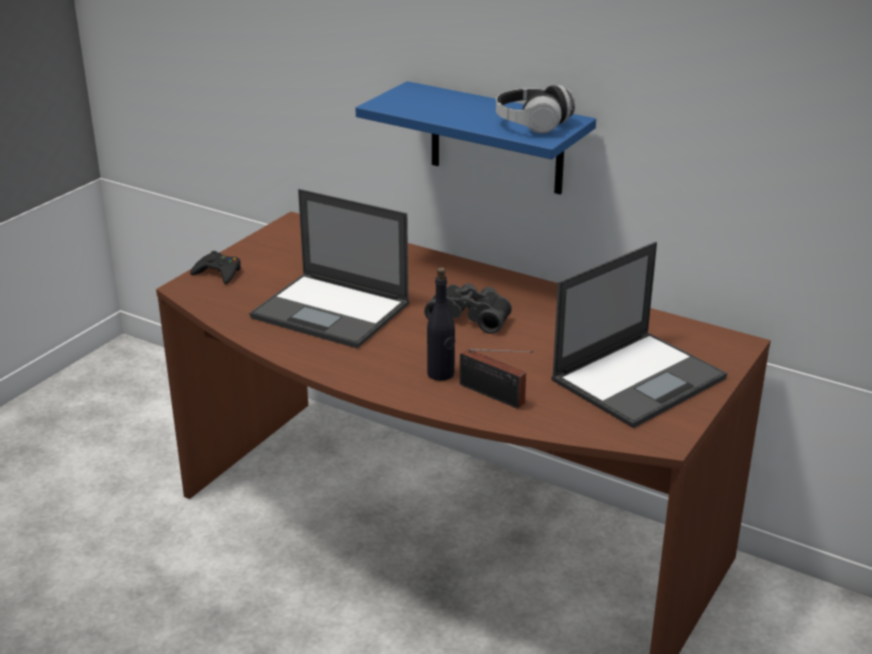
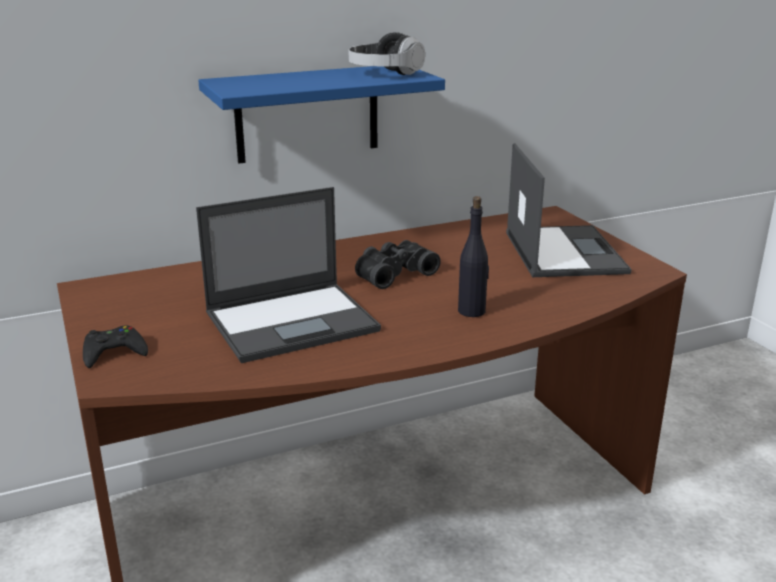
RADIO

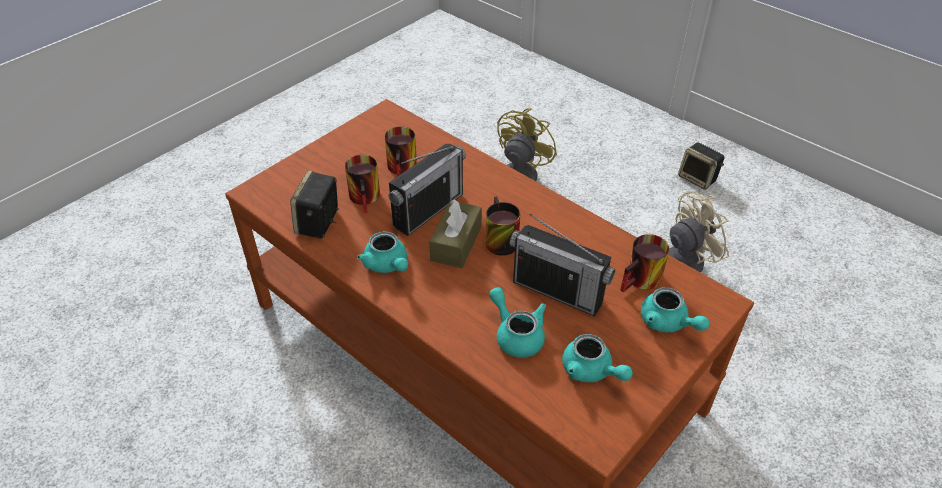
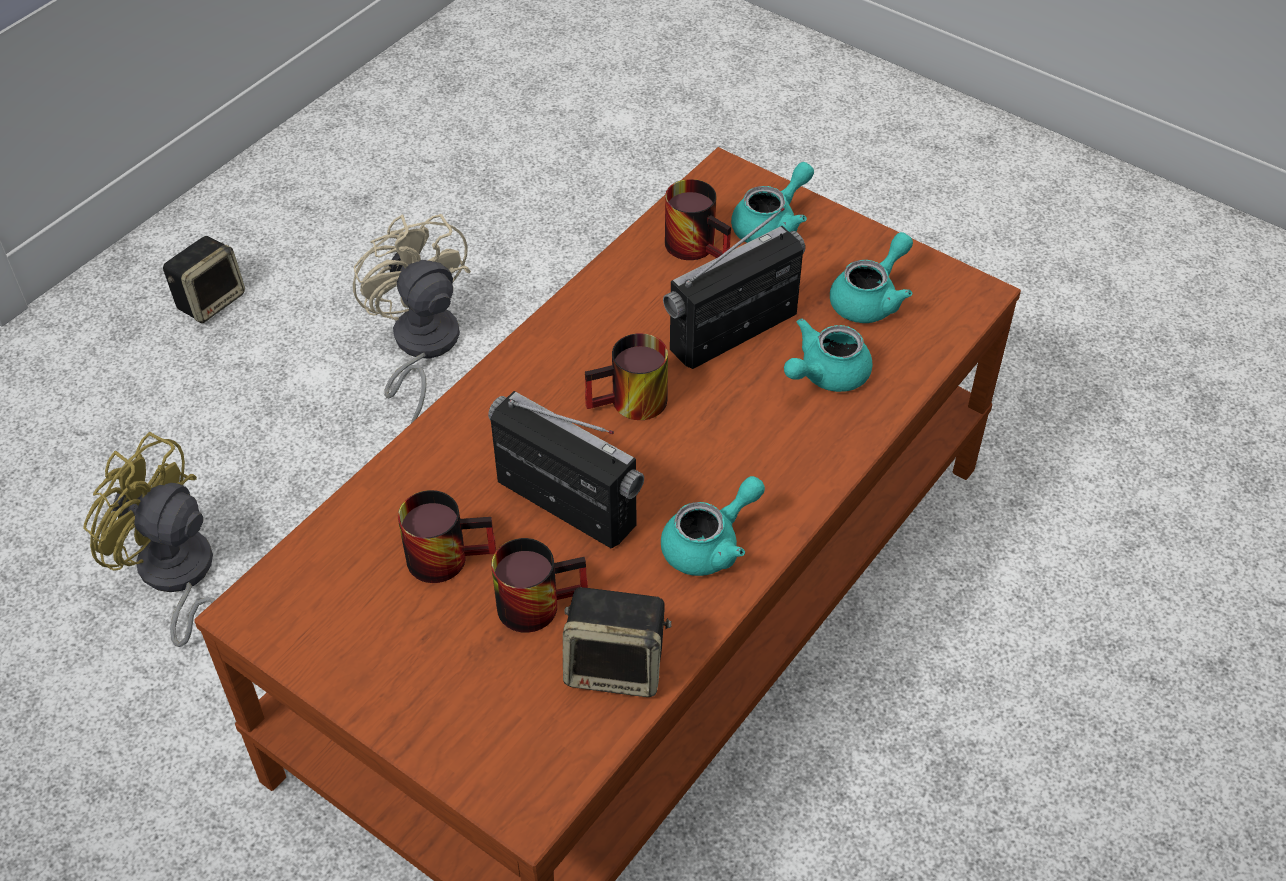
RADIO (no. 2 from left)
BROWNISH TISSUE BOX

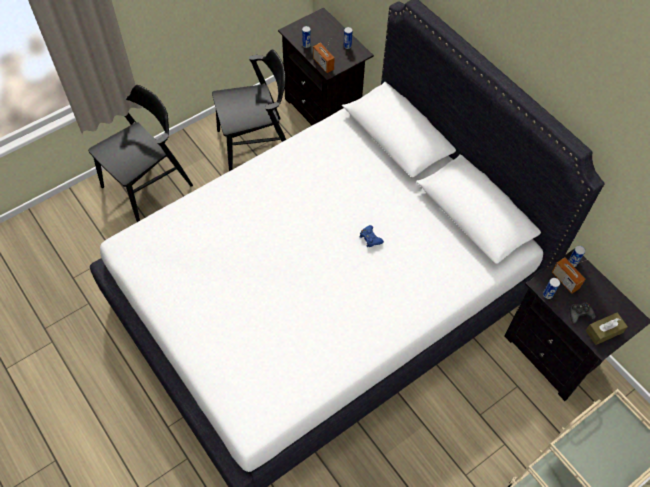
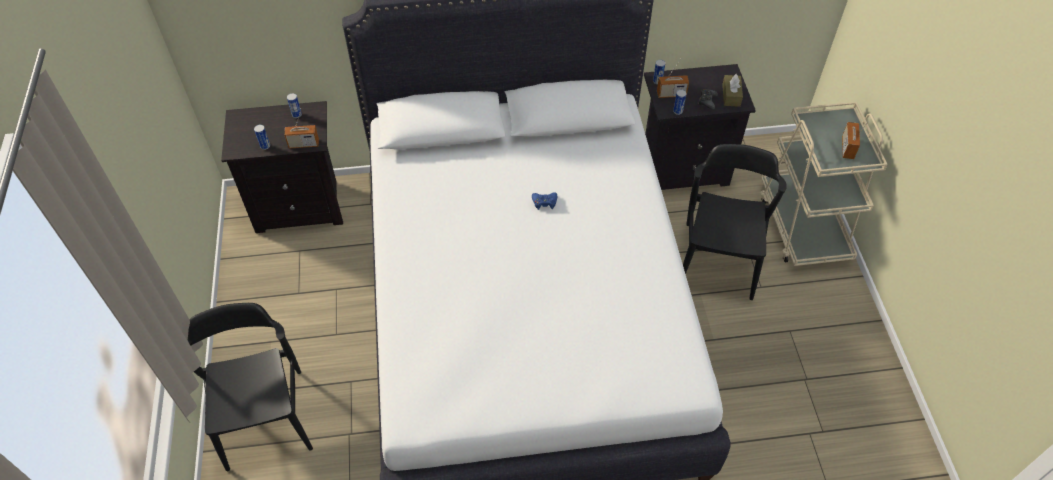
BLACKISH CHAIR (no. 2 from left)
RADIO (no. 3 from left)

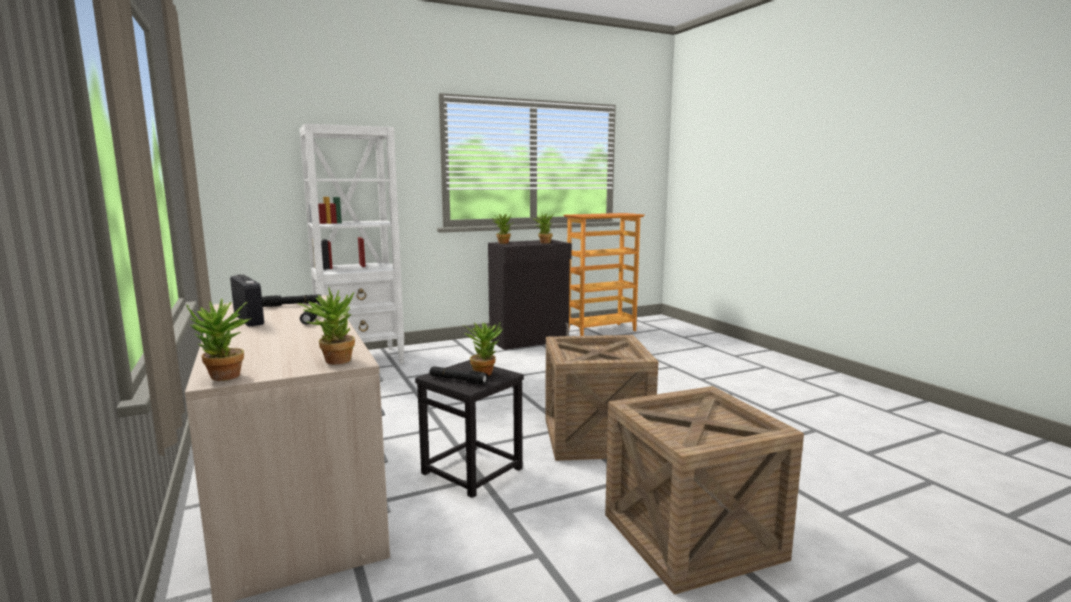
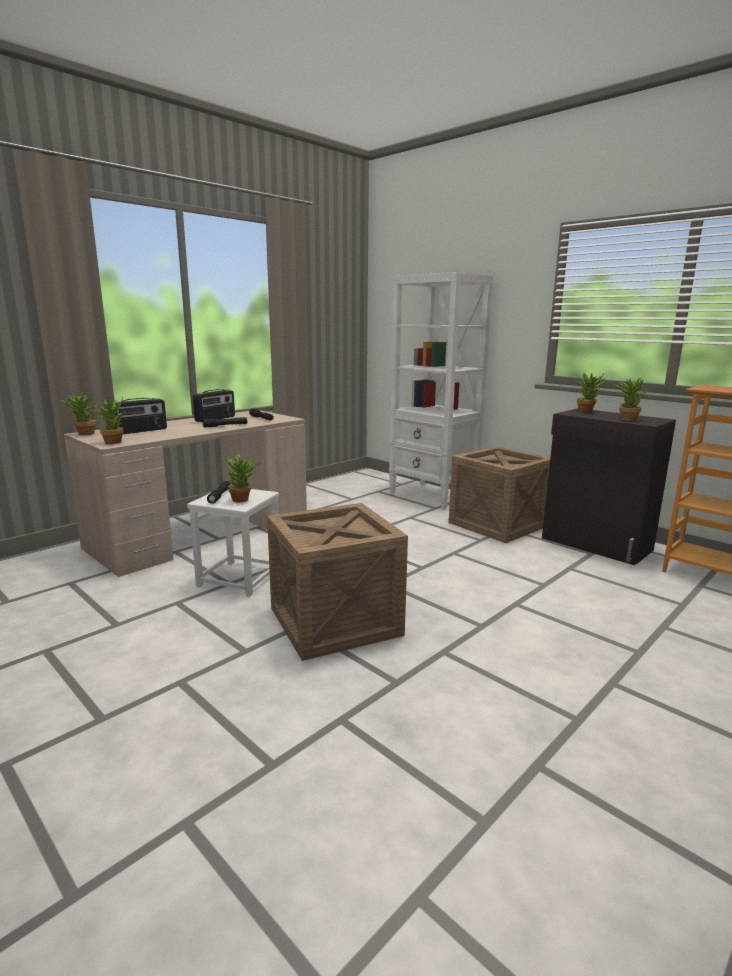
RADIO (no. 1 from left)
WHITE-COLOURED STOOL SEAT
PACKING CRATE (no. 2 from left)

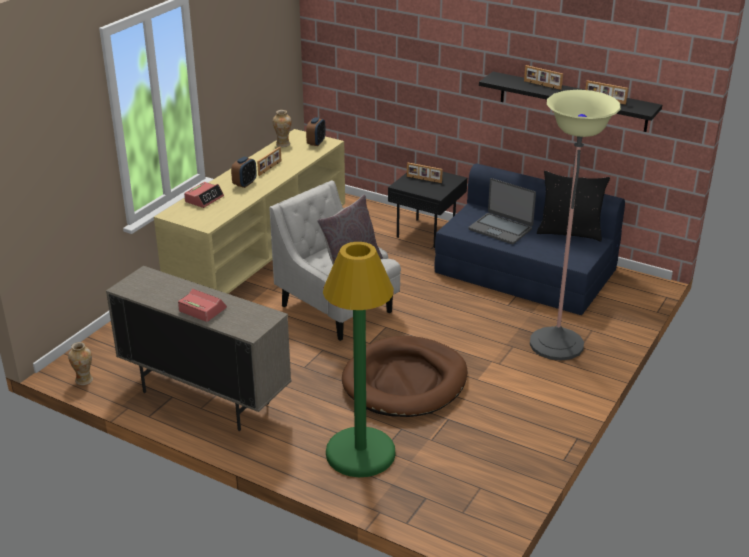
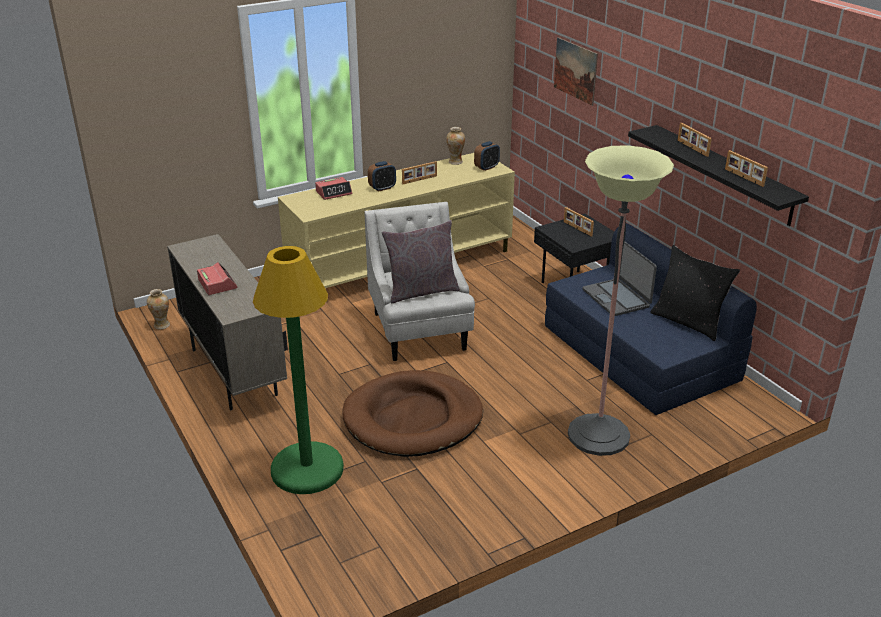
WALL ART

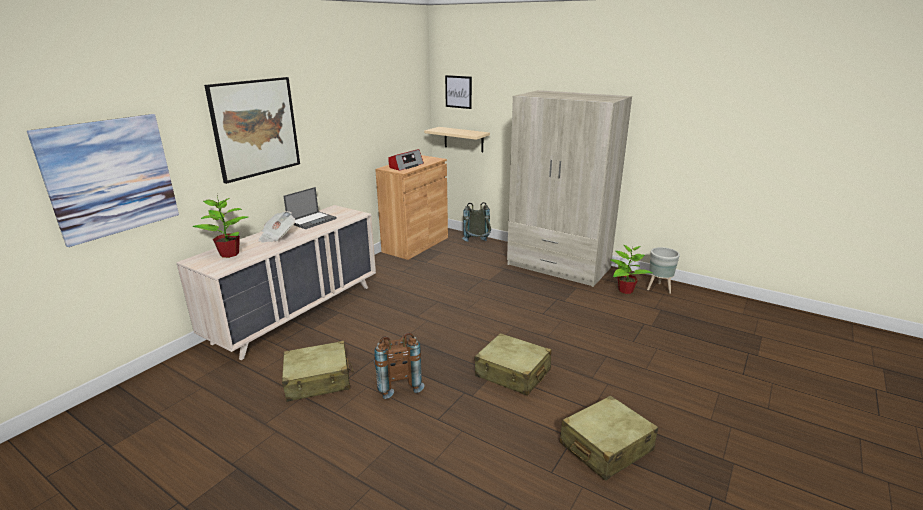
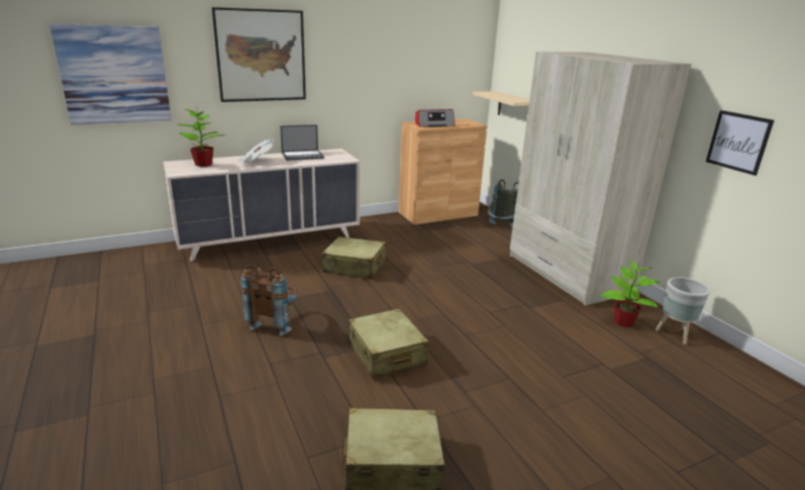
SAND-COLOURED SUITCASE (no. 1 from left)
WALL ART (no. 3 from left)

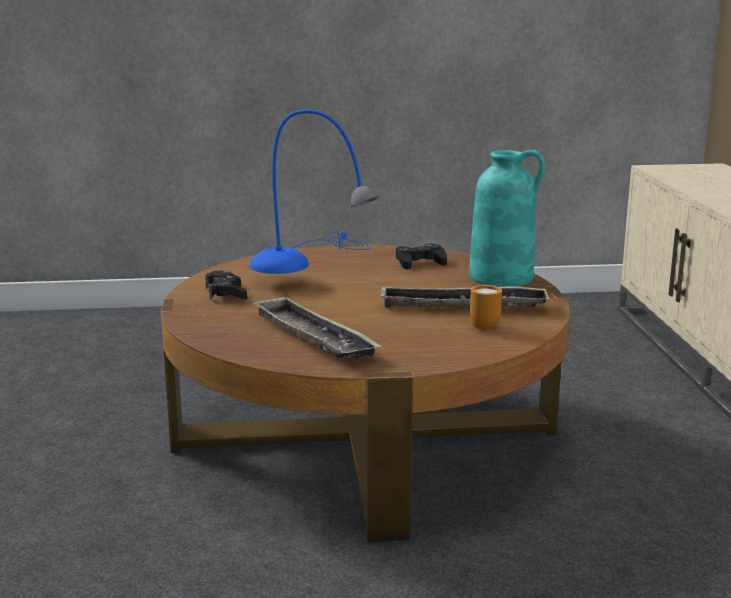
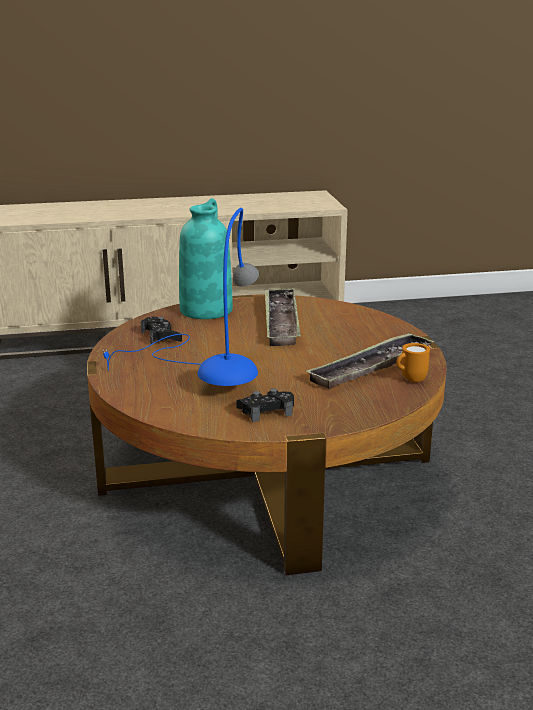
ORANGE TEA MUG

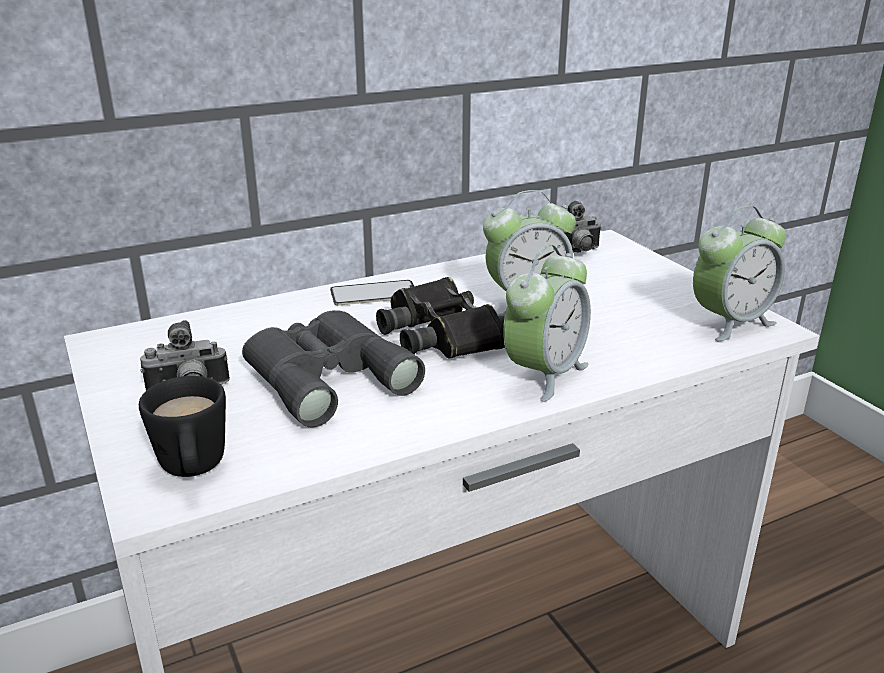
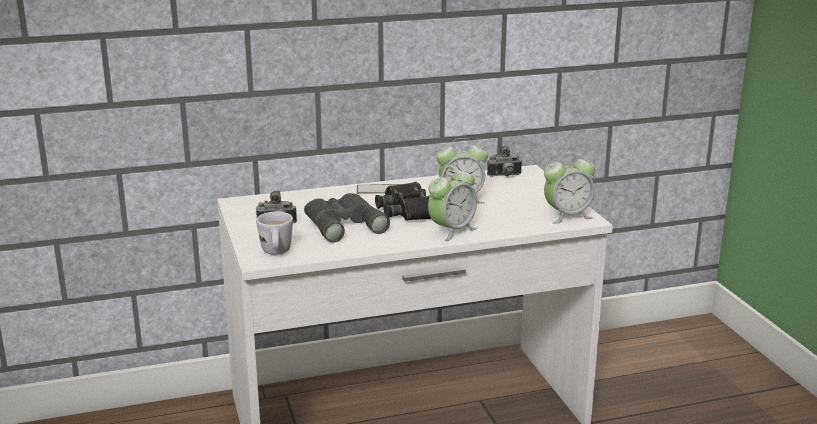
WHITE-COLOURED TEA MUG

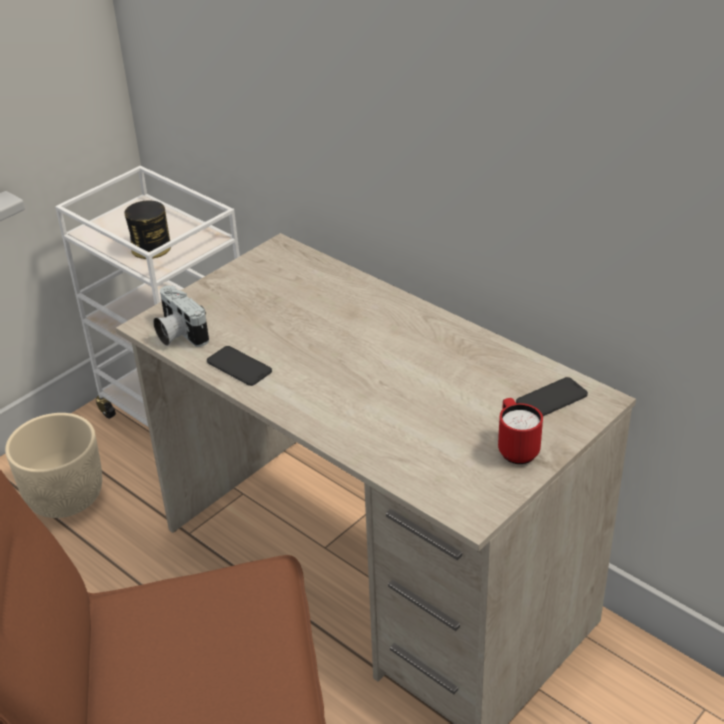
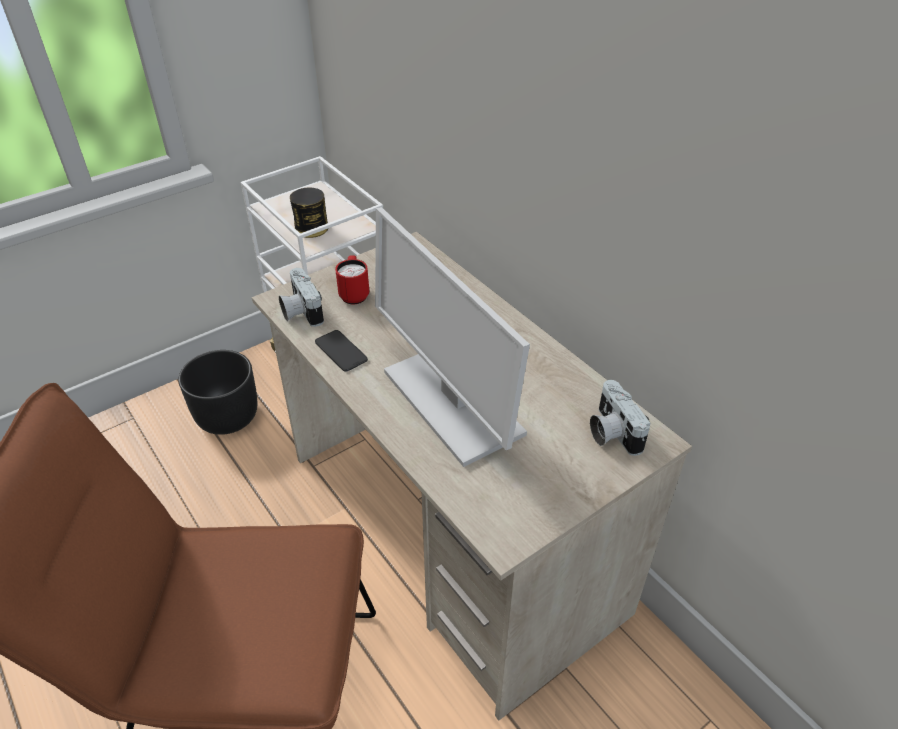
BLACKISH PLANT POT
RED-COLOURED TEA MUG
COMPUTER DISPLAY
PHOTO CAMERA (no. 2 from left)

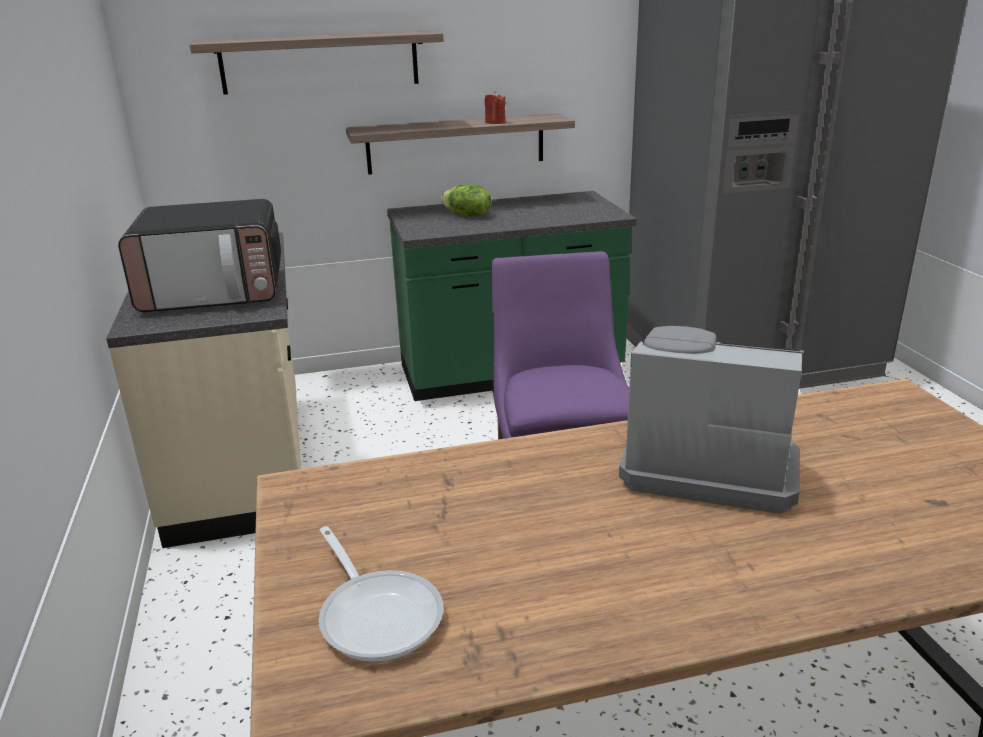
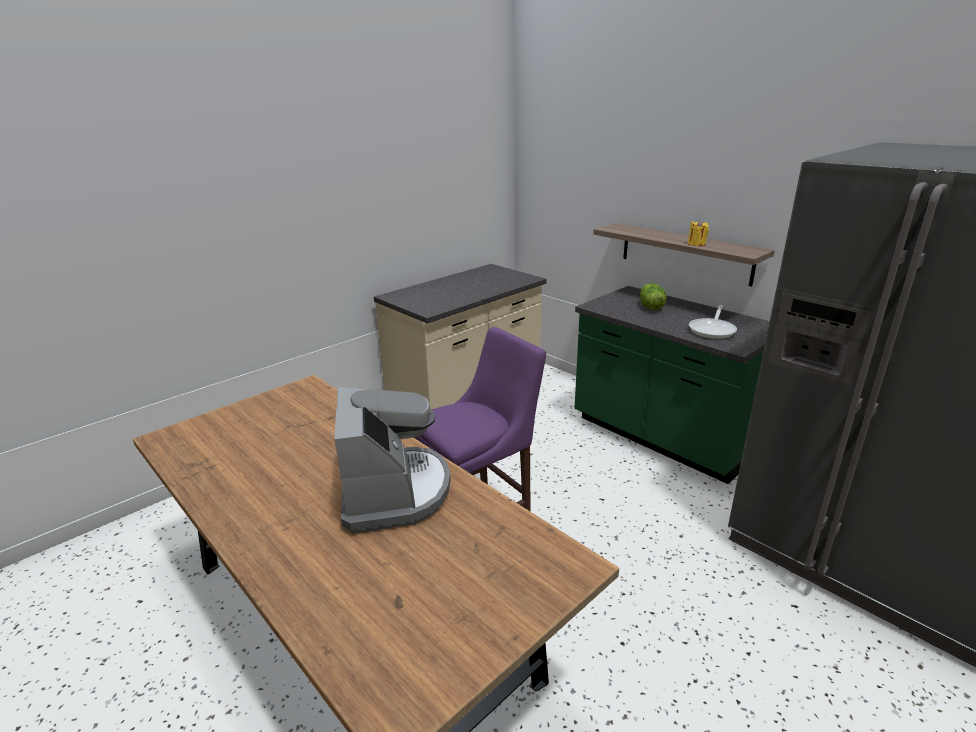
YELLOW-COLOURED WAX LIGHT
FRYING PAN
MICROWAVE OVEN
BRACKET SHELF (no. 1 from left in the first image)

